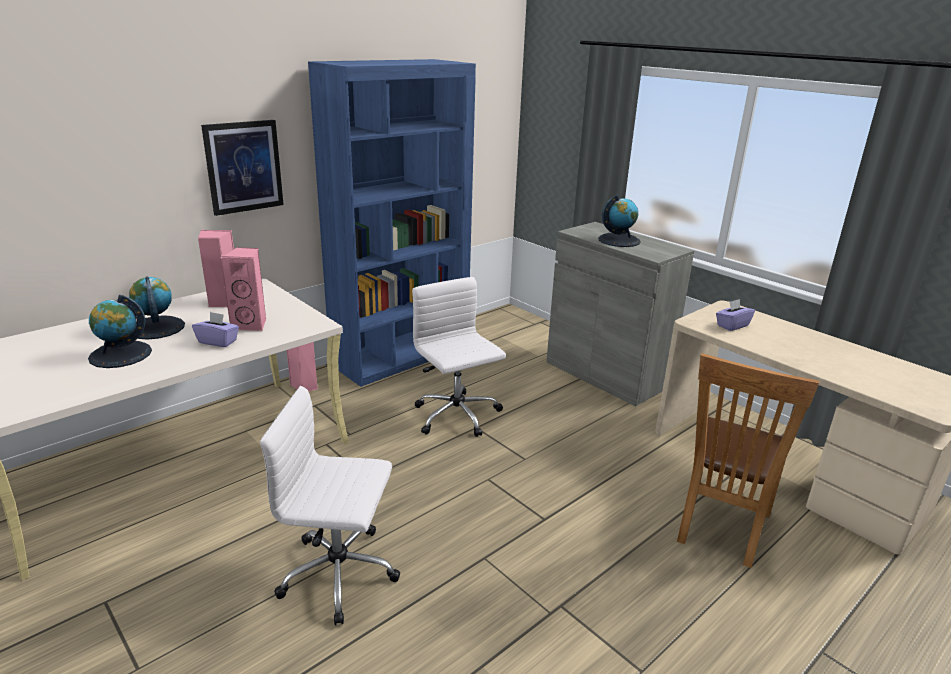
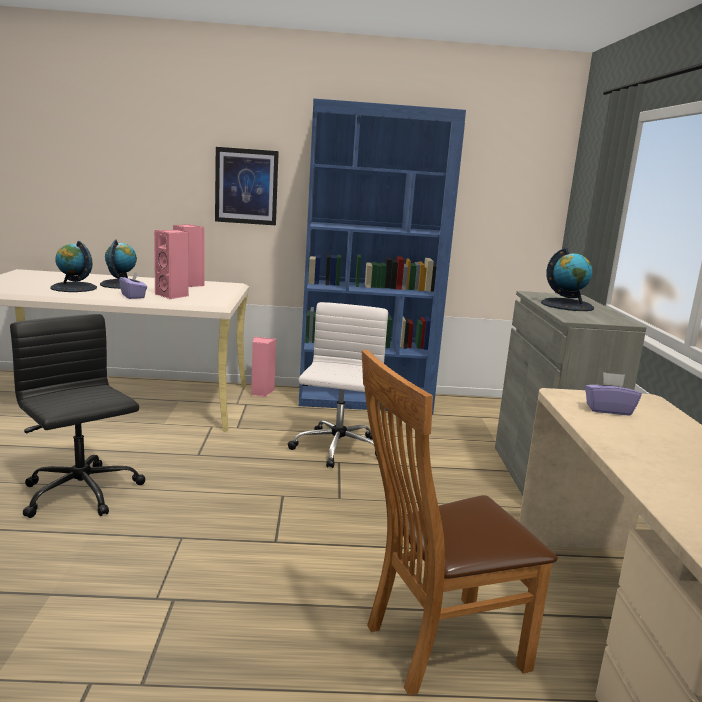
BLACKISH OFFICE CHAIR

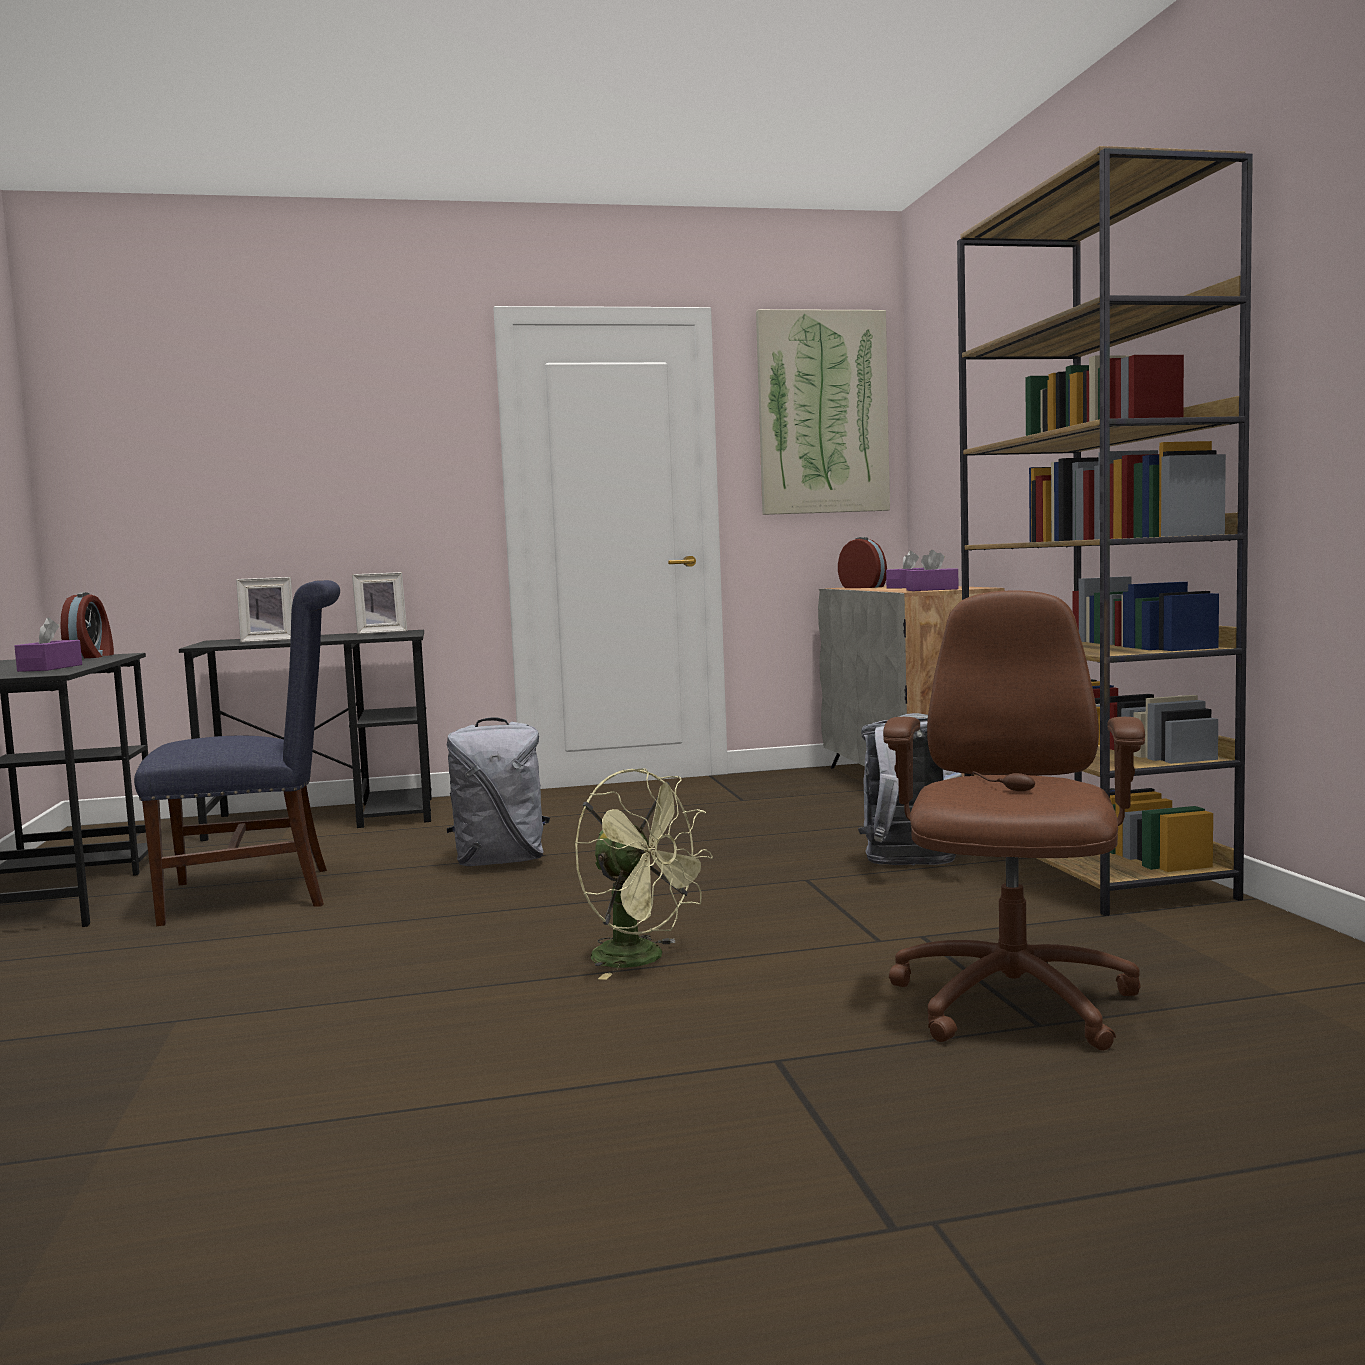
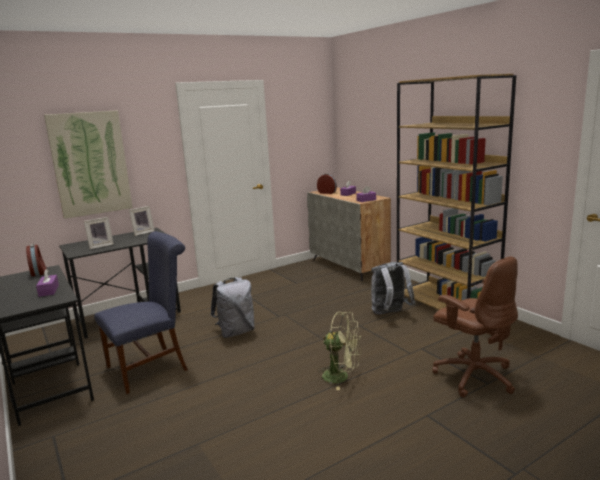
WALL ART
BROWNISH OFFICE CHAIR

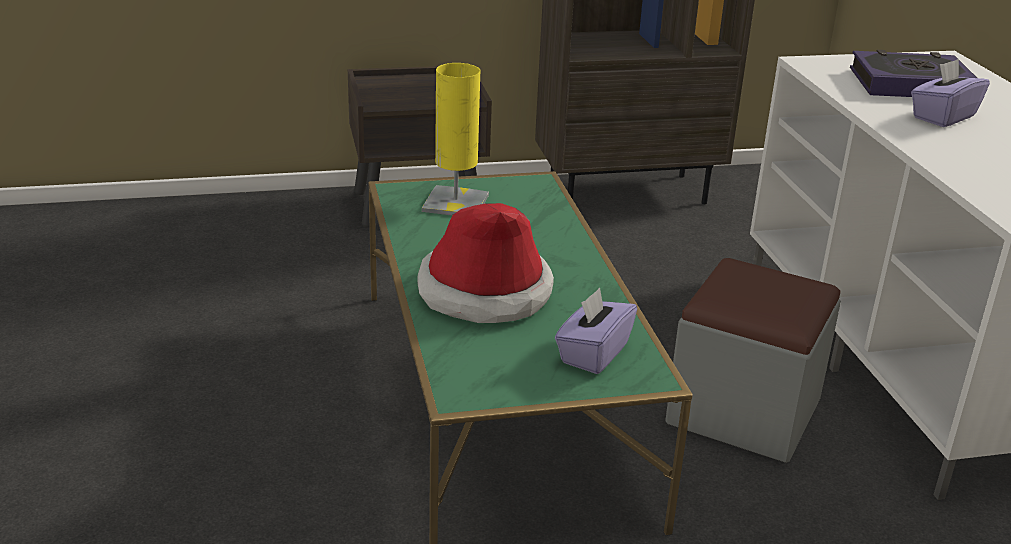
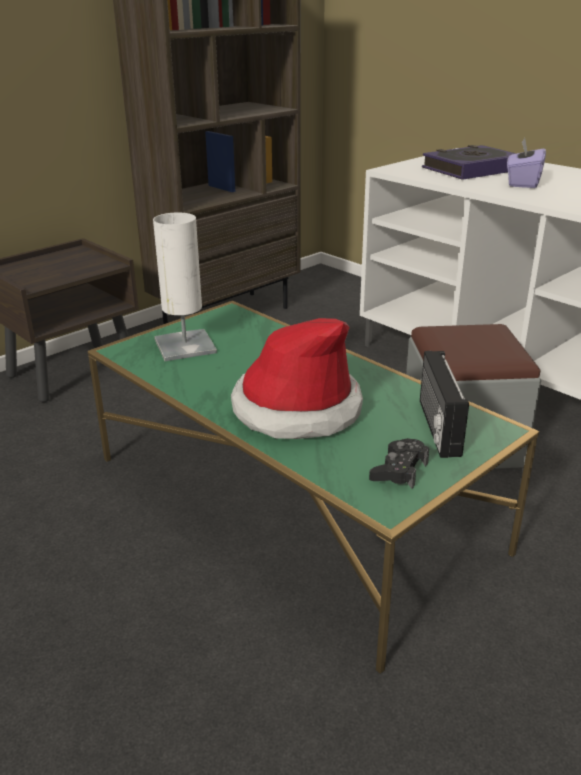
WHITE-COLOURED LAMP FOR A TABLE
BLACKISH JOYPAD
RADIO

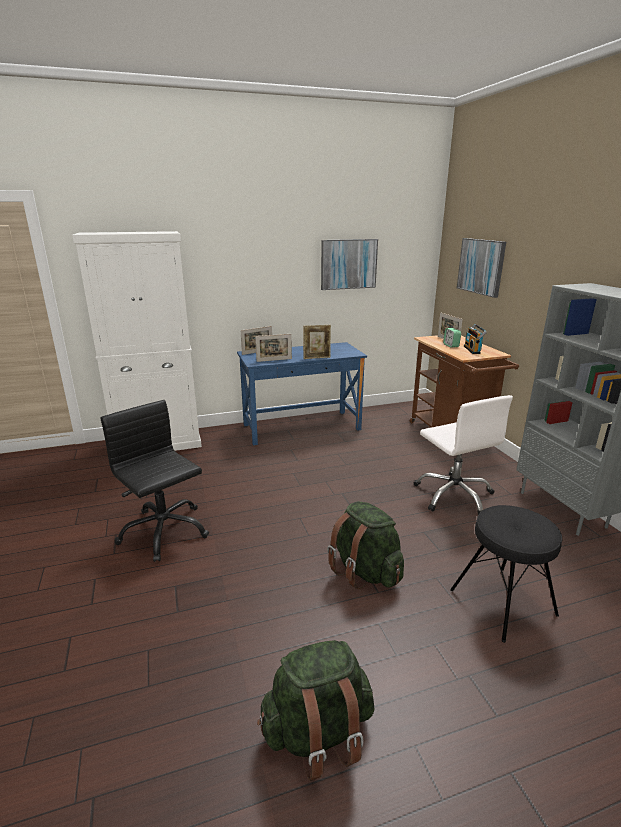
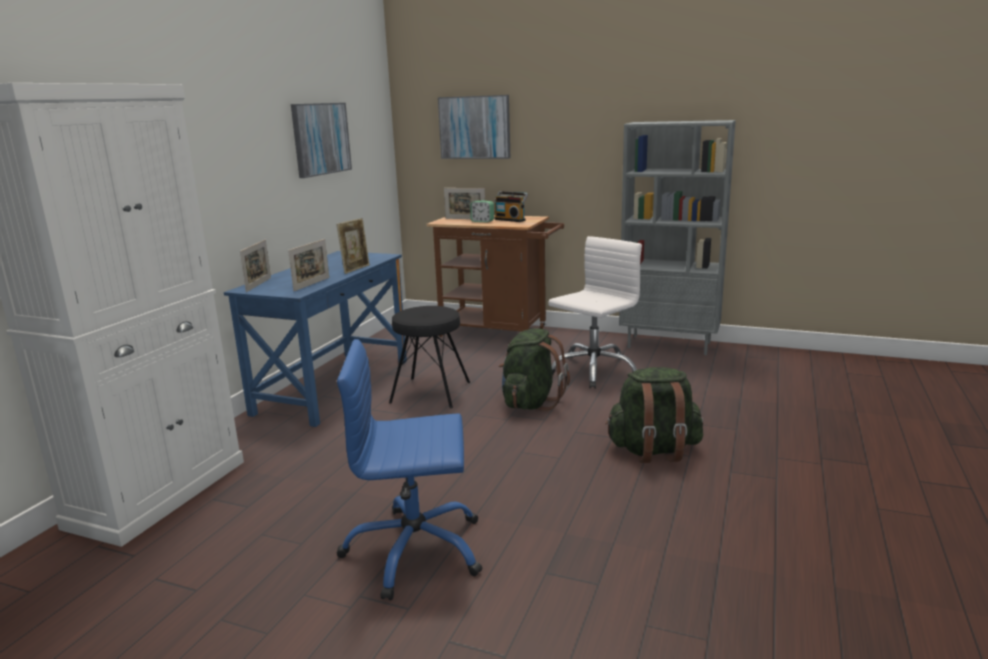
BLUE-COLOURED OFFICE CHAIR
BLACKISH STOOL SEAT
GREEN-COLOURED RUCKSACK (no. 1 from left)
WHITE-COLOURED OFFICE CHAIR

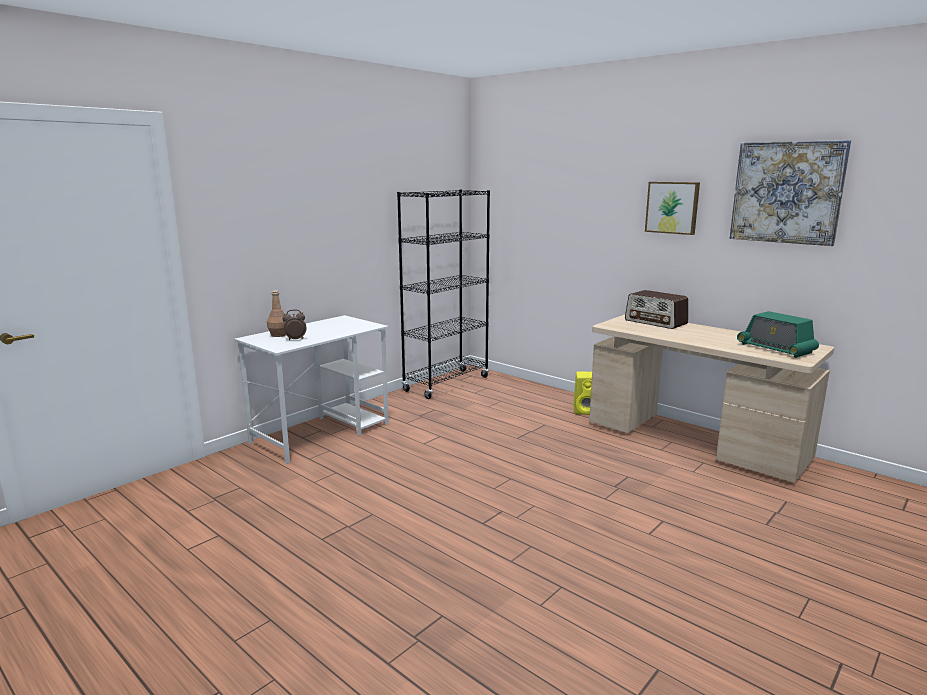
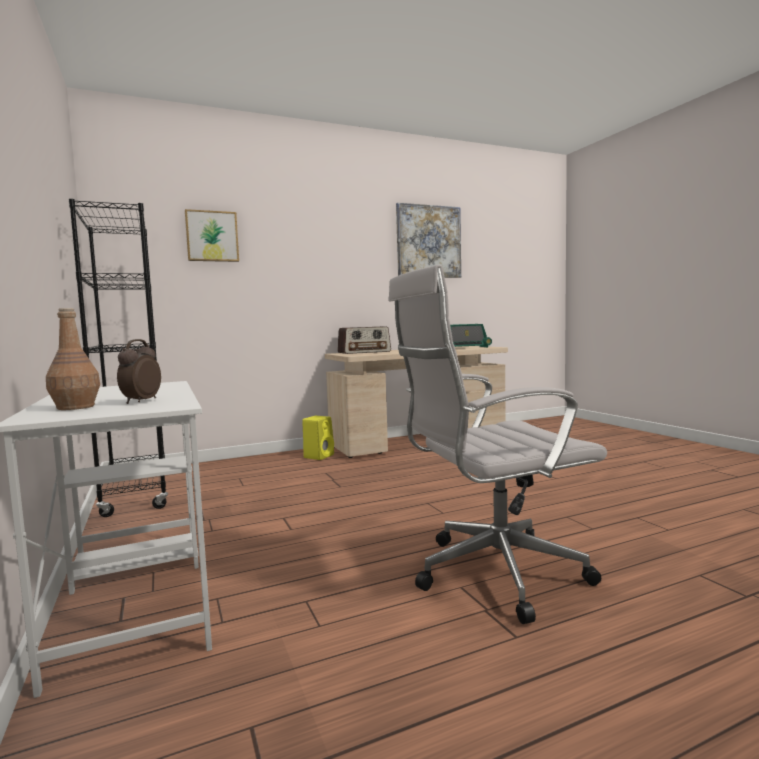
WALL ART (no. 1 from left)
WHITE-COLOURED OFFICE CHAIR

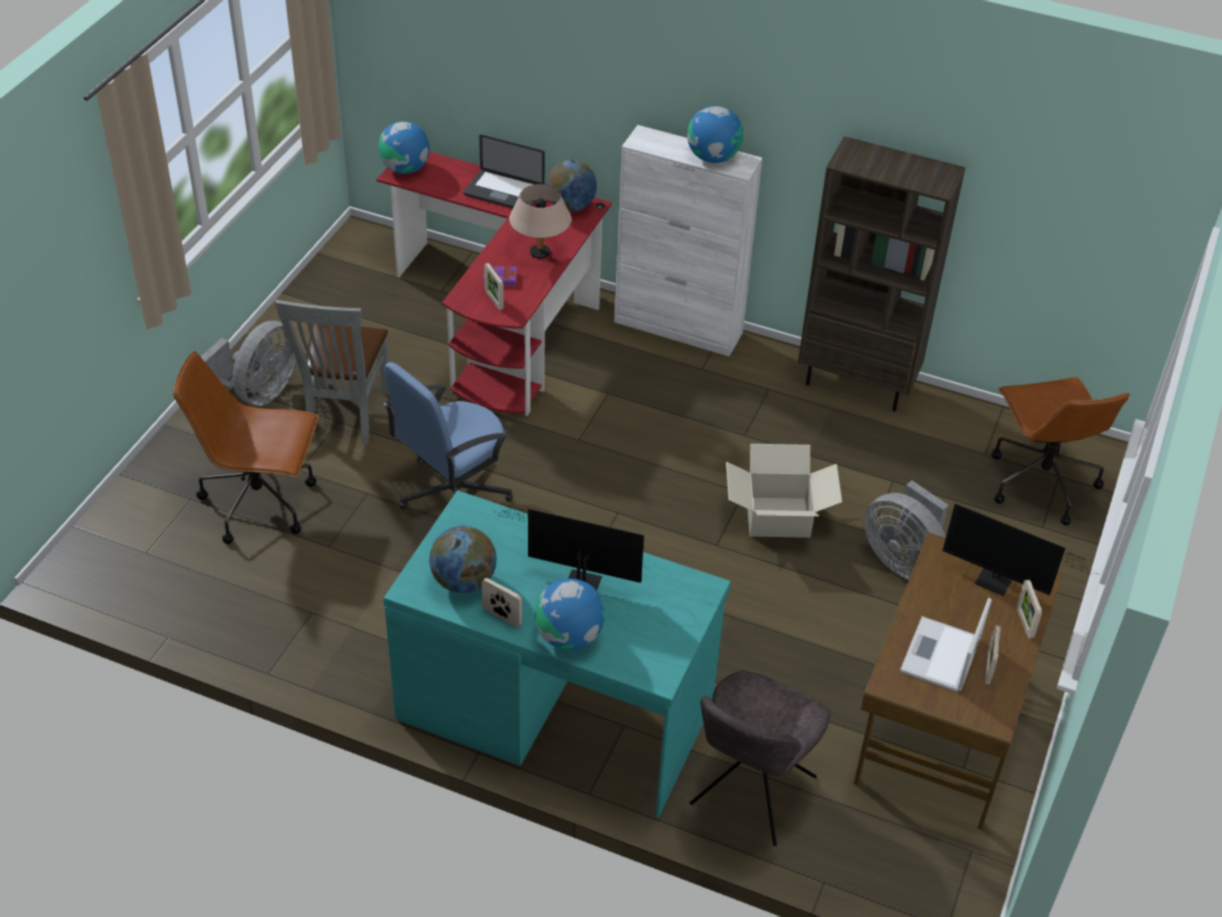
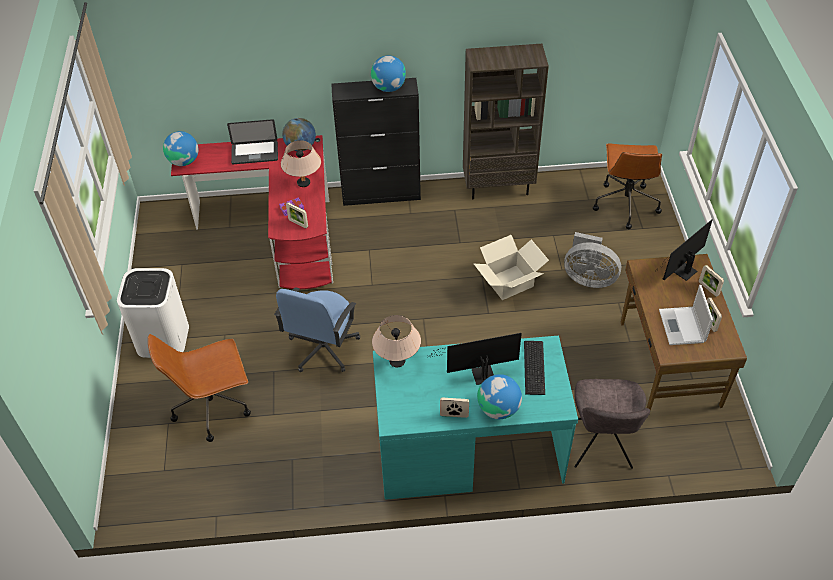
WHITE-COLOURED RUBBISH BIN
BLACKISH CABINET
SAND-COLOURED LAMP FOR A TABLE (no. 2 from left)
KEYBOARD
BROWNISH OFFICE CHAIR (no. 2 from left)
COMPUTER DISPLAY (no. 2 from left)
GREYISH CHAIR (no. 1 from left in the first image)
DESK GLOBE (no. 2 from left in the first image)

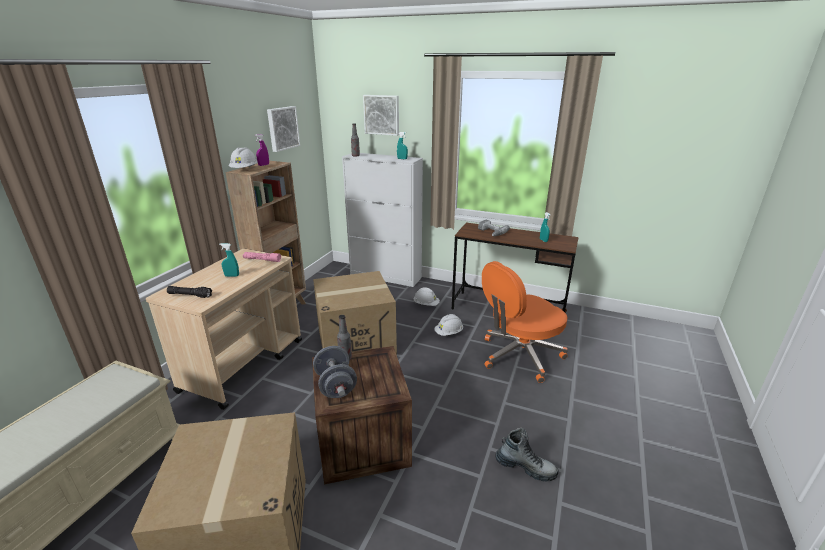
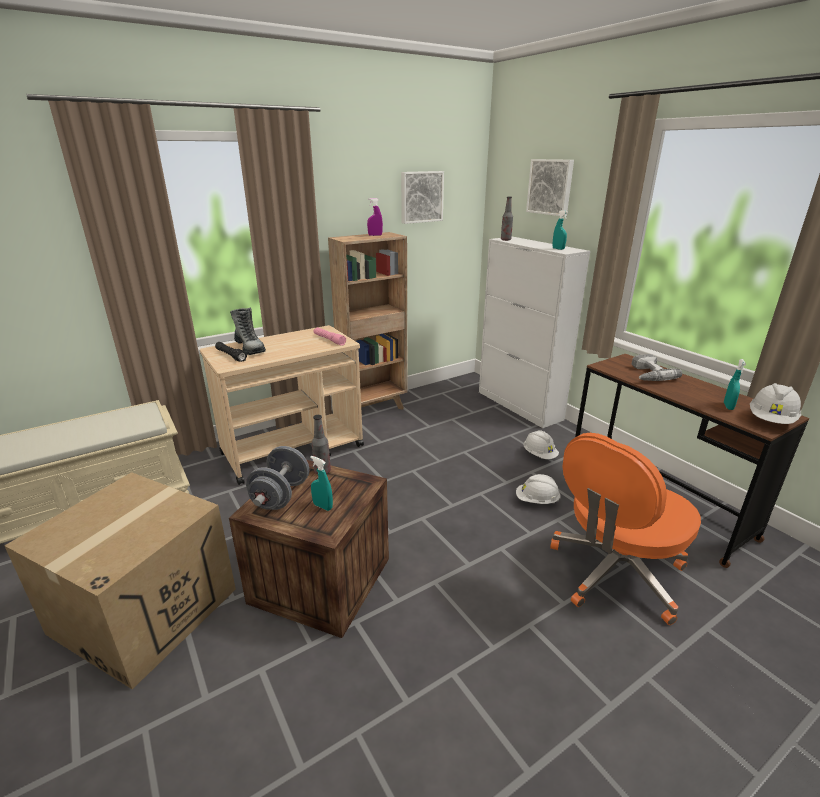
HIGH-TOP BOOT
BLUE-GREEN HAND SPRAYER (no. 1 from left)
ORANGE OFFICE CHAIR
WHITE-COLOURED SAFETY HELMET (no. 3 from left)
CARDBOARD BOX (no. 2 from left in the first image)

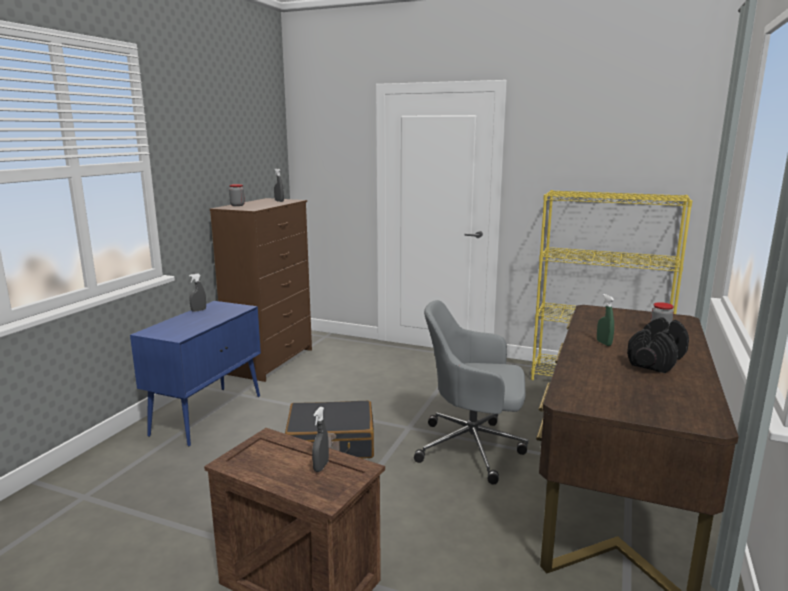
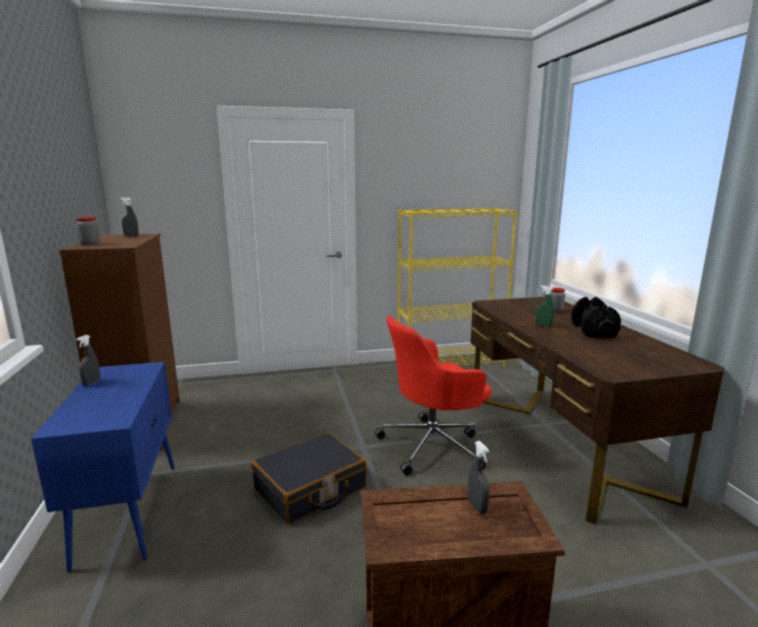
RED-COLOURED OFFICE CHAIR

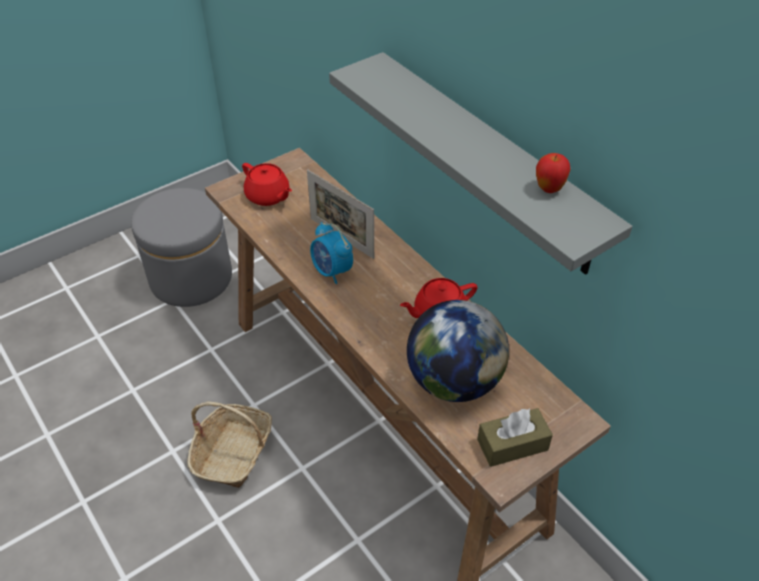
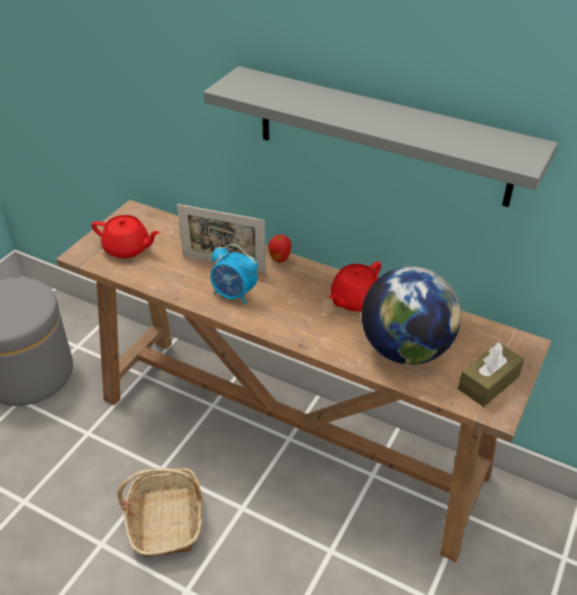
APPLE FRUIT

